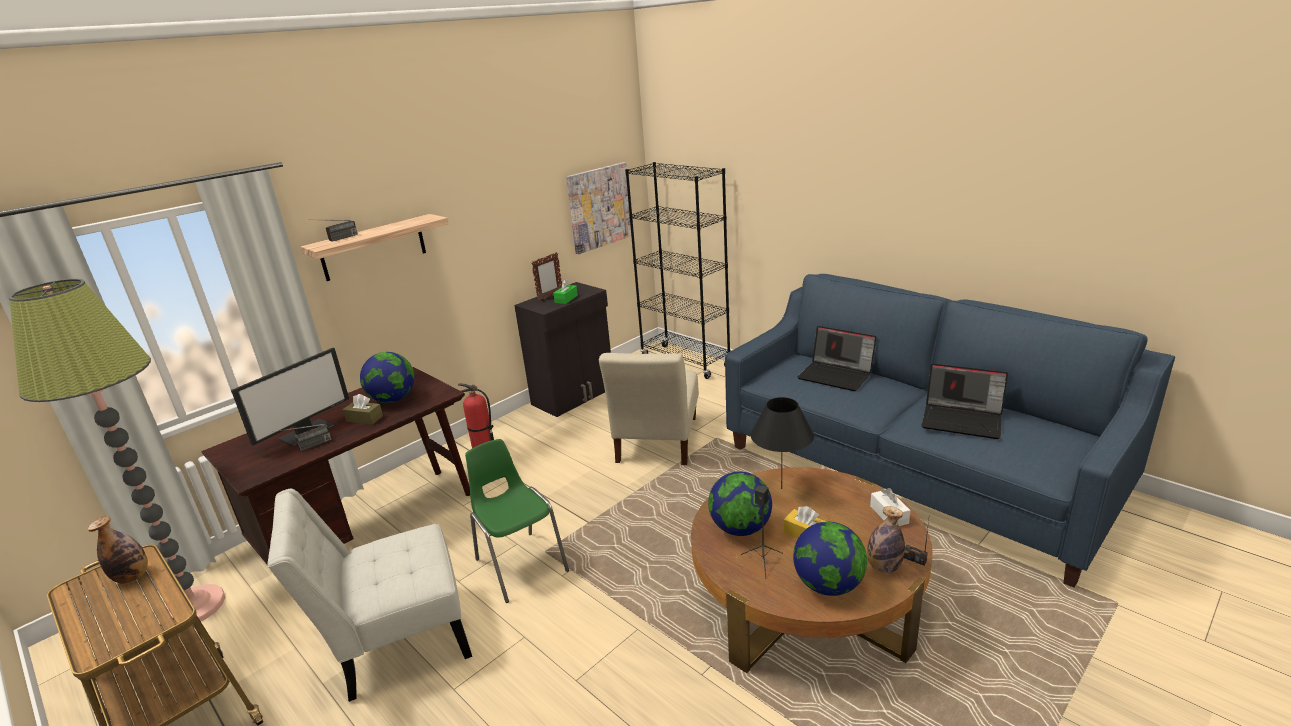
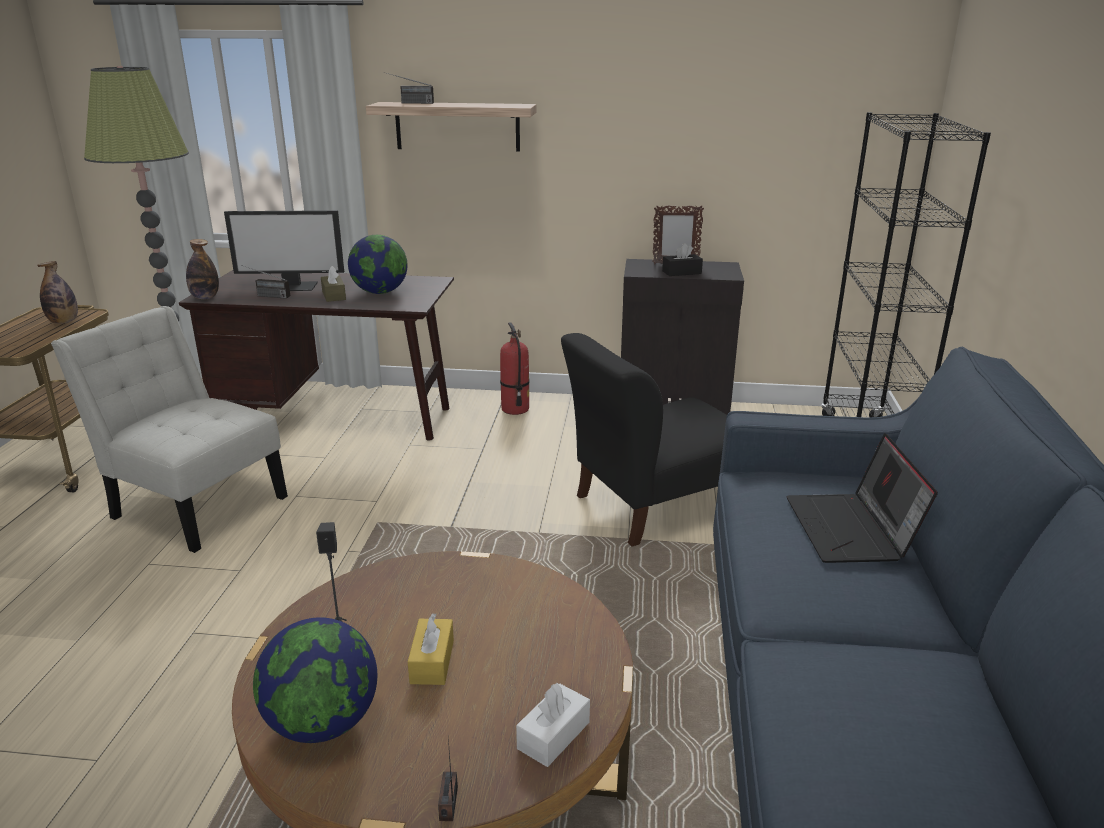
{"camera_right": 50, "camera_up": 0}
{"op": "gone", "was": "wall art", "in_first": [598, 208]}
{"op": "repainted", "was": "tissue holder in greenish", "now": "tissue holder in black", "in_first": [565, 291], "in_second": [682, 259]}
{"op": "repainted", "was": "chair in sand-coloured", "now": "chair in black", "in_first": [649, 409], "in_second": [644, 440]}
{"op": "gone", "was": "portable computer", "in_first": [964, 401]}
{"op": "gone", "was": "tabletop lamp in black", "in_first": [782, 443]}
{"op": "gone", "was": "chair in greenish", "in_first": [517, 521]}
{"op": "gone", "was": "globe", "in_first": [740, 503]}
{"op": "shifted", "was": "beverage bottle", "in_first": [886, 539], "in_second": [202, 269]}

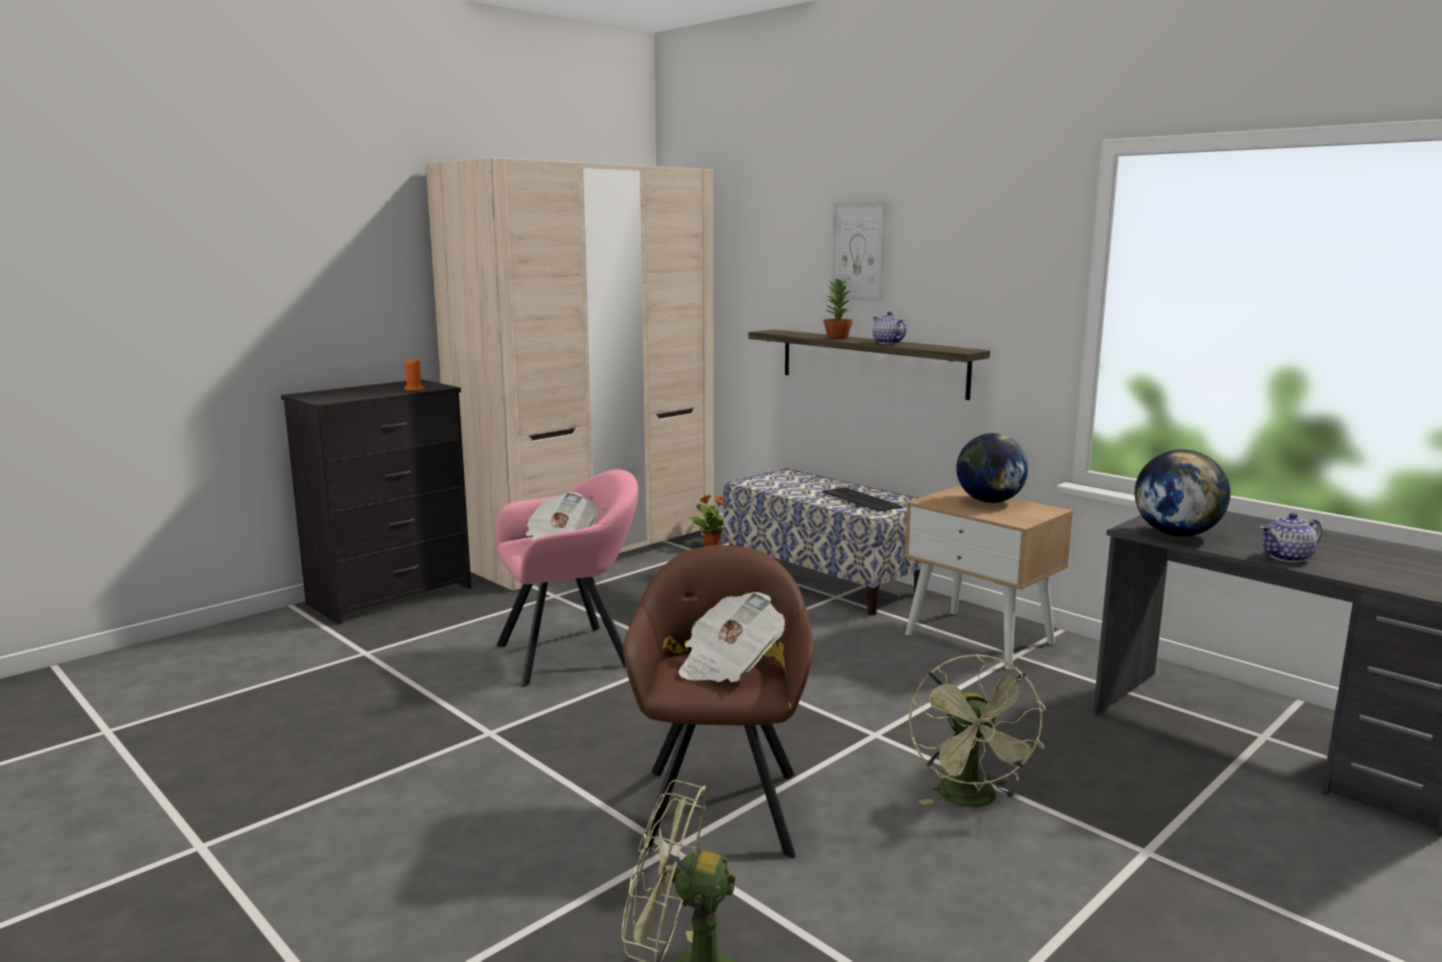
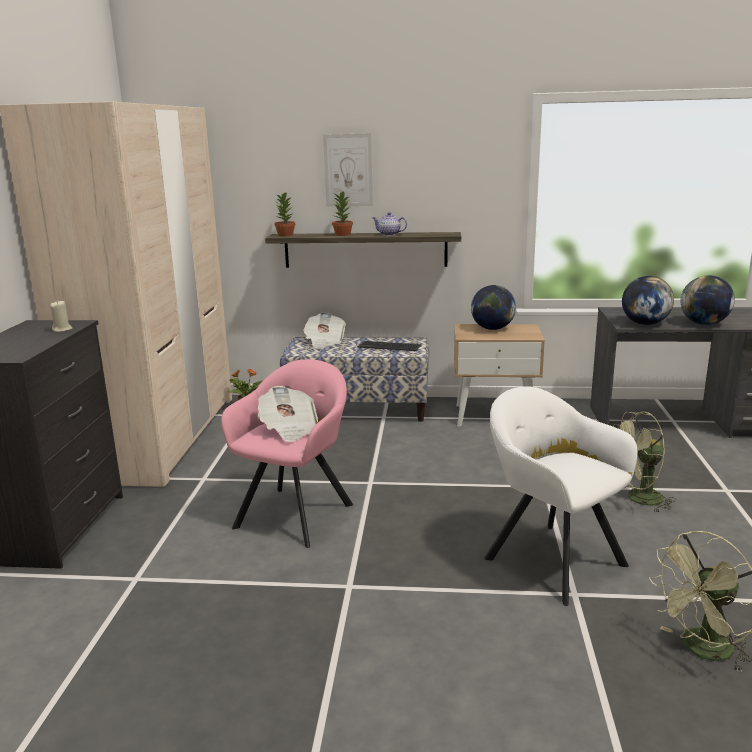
{"camera_right": -40, "camera_up": 5}
{"op": "repainted", "was": "wax light in orangey", "now": "wax light in sand-coloured", "in_first": [414, 374], "in_second": [61, 316]}
{"op": "swapped", "was": "tea pot", "now": "globe", "in_first": [1291, 538], "in_second": [708, 300]}
{"op": "repainted", "was": "easy chair in brownish", "now": "easy chair in white-coloured", "in_first": [718, 701], "in_second": [561, 496]}
{"op": "shifted", "was": "daily paper", "in_first": [731, 637], "in_second": [324, 330]}
{"op": "rotated", "was": "electric fan in greenish", "in_first": [977, 730], "in_second": [644, 462], "clockwise": 120}
{"op": "new", "now": "plant in a pot", "in_second": [284, 214]}

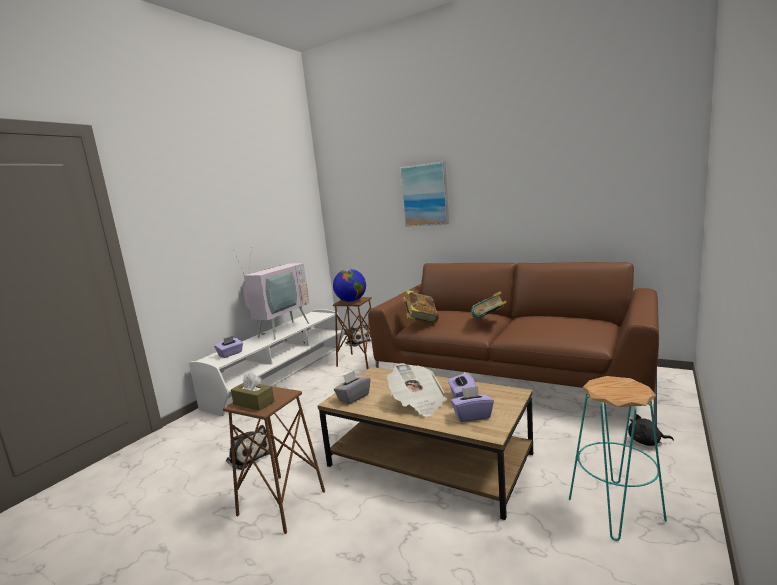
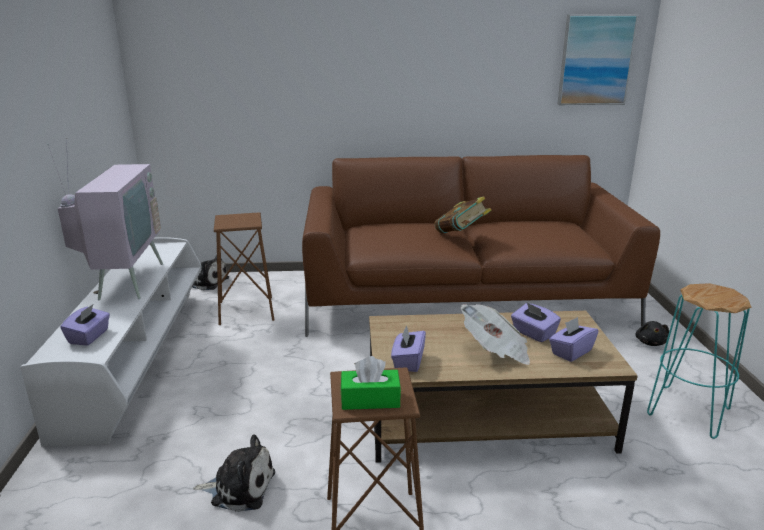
{"camera_right": -35, "camera_up": 10}
{"op": "shifted", "was": "wall art", "in_first": [424, 194], "in_second": [598, 59]}
{"op": "gone", "was": "globe", "in_first": [349, 285]}
{"op": "gone", "was": "bound book", "in_first": [421, 307]}
{"op": "repainted", "was": "tissue holder in grey", "now": "tissue holder in purplish", "in_first": [352, 387], "in_second": [408, 348]}
{"op": "repainted", "was": "tissue holder in brownish", "now": "tissue holder in greenish", "in_first": [252, 391], "in_second": [371, 383]}
{"op": "rotated", "was": "cuddly toy in black", "in_first": [651, 430], "in_second": [652, 333], "clockwise": -60}

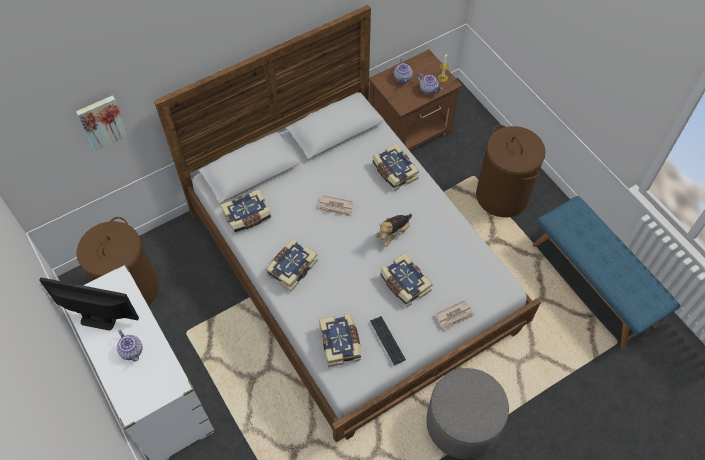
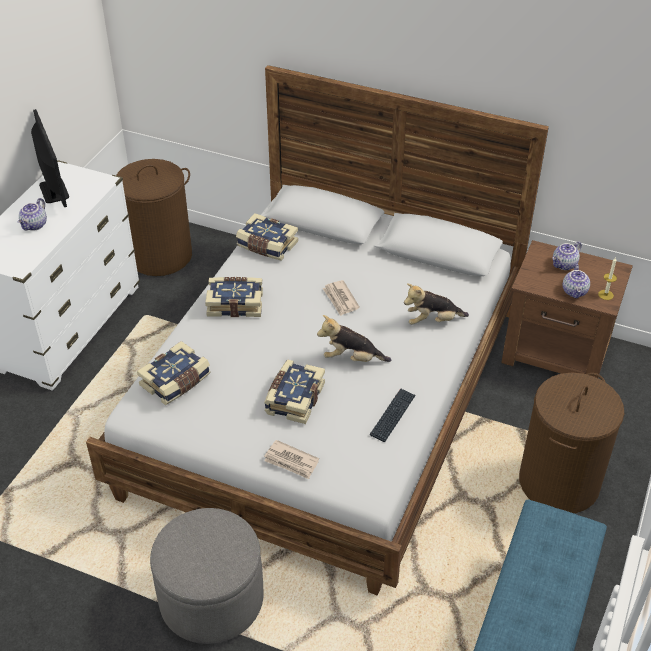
{"camera_right": 55, "camera_up": -15}
{"op": "gone", "was": "wall art", "in_first": [102, 123]}
{"op": "swapped", "was": "bound book", "now": "cuddly toy", "in_first": [395, 167], "in_second": [436, 304]}
{"op": "shifted", "was": "computer keyboard", "in_first": [388, 340], "in_second": [393, 415]}

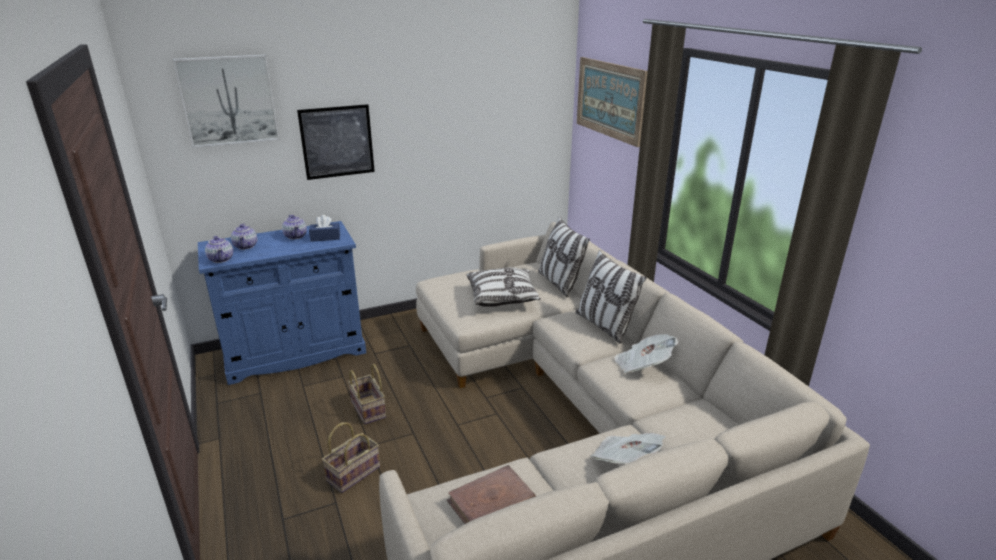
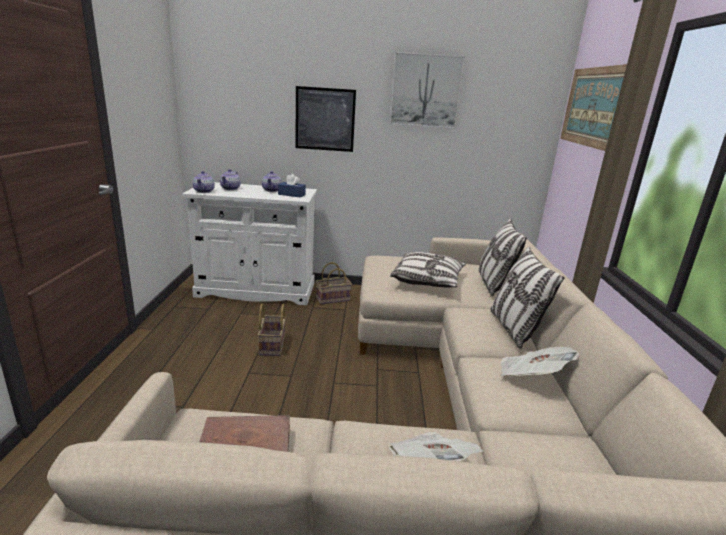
{"camera_right": 25, "camera_up": -5}
{"op": "shifted", "was": "wall art", "in_first": [226, 101], "in_second": [427, 90]}
{"op": "repainted", "was": "storage cabinet in blue-coloured", "now": "storage cabinet in white-coloured", "in_first": [282, 303], "in_second": [249, 243]}
{"op": "shifted", "was": "storage basket", "in_first": [351, 457], "in_second": [334, 283]}

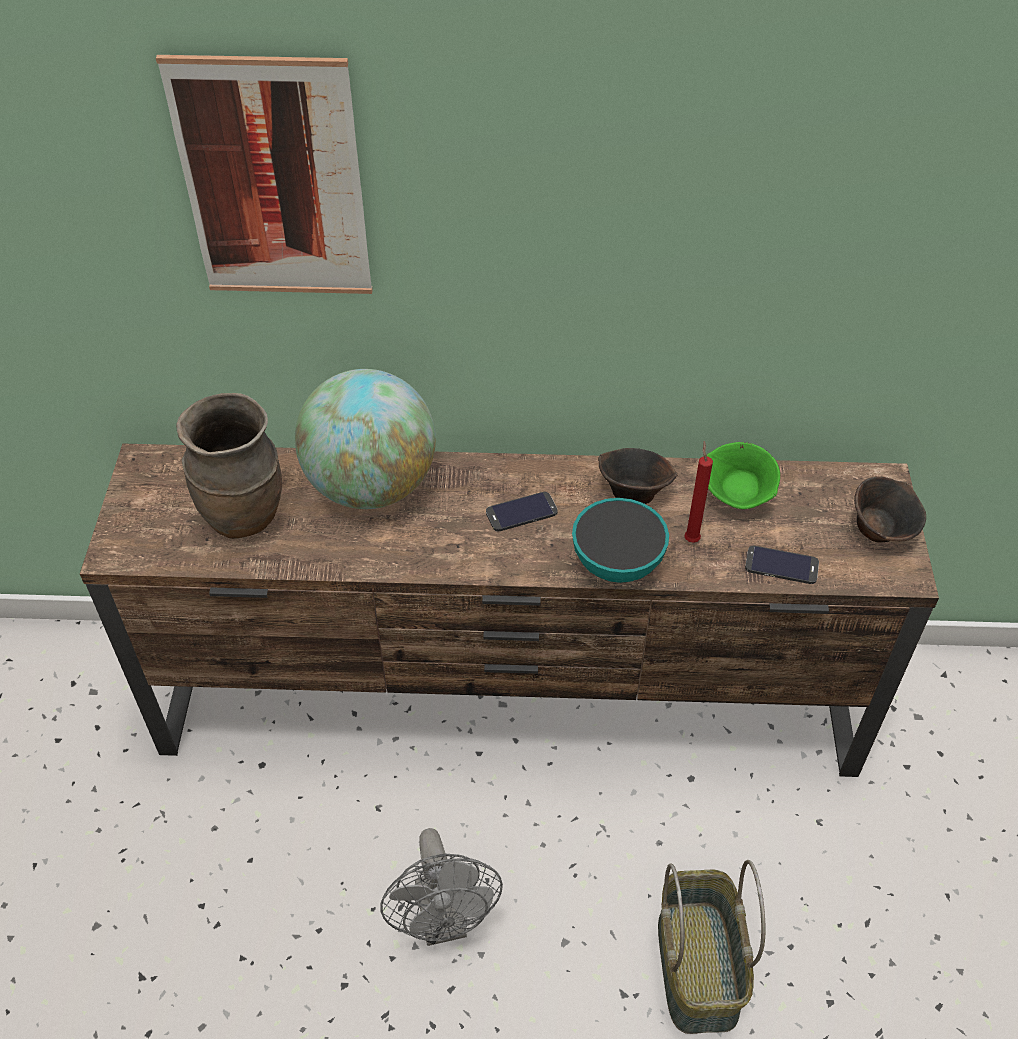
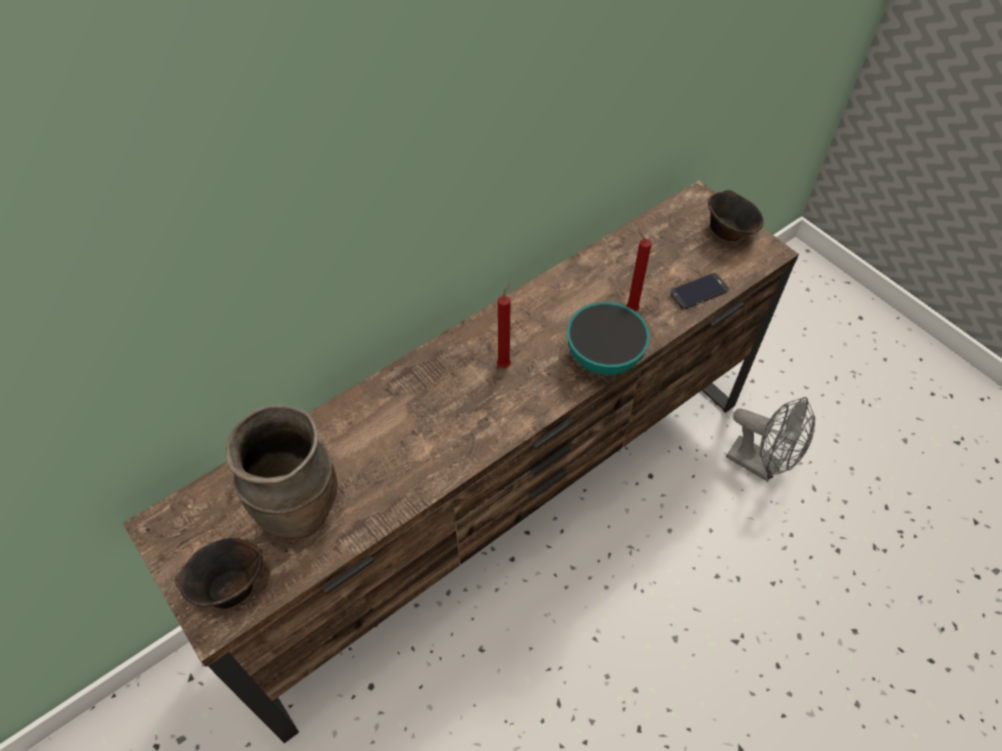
{"camera_right": -40, "camera_up": 5}
{"op": "gone", "was": "wall art", "in_first": [264, 174]}
{"op": "gone", "was": "globe", "in_first": [365, 439]}
{"op": "gone", "was": "serving bowl in greenish", "in_first": [743, 475]}
{"op": "shifted", "was": "serving bowl in brownish", "in_first": [638, 476], "in_second": [219, 573]}
{"op": "swapped", "was": "handset", "now": "wax light in red-coloured", "in_first": [522, 511], "in_second": [504, 325]}
{"op": "shifted", "was": "electric fan in grey", "in_first": [441, 887], "in_second": [770, 439]}
{"op": "gone", "was": "storage basket", "in_first": [711, 947]}

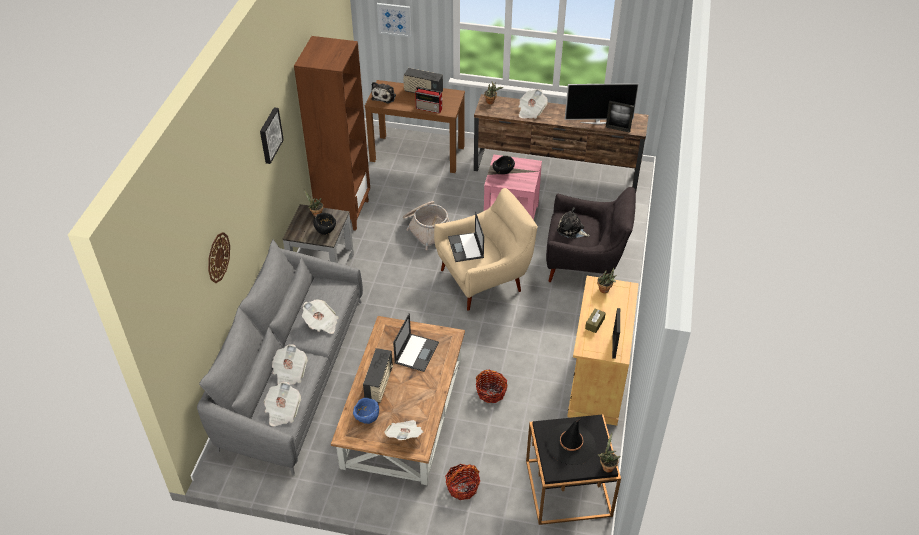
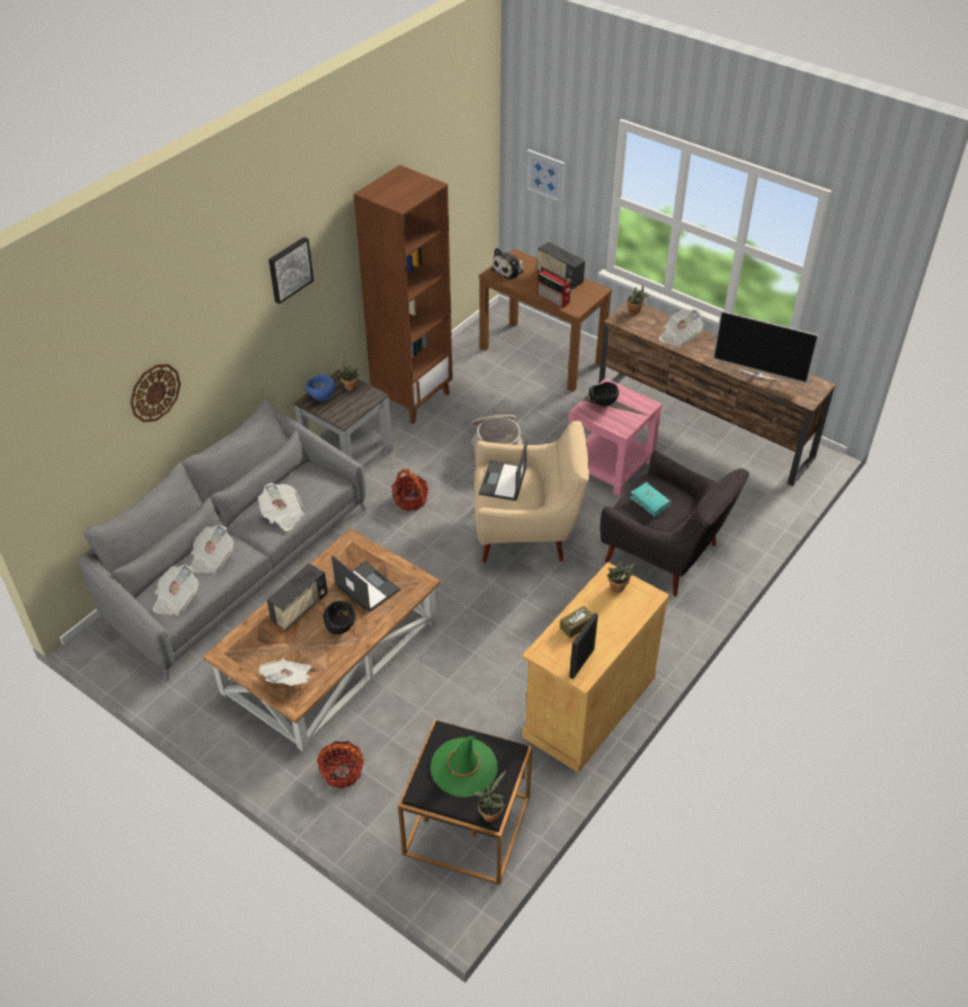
{"camera_right": 25, "camera_up": 0}
{"op": "gone", "was": "picture frame", "in_first": [620, 117]}
{"op": "swapped", "was": "cuddly toy", "now": "bound book in turquoise-coloured", "in_first": [573, 223], "in_second": [650, 499]}
{"op": "shifted", "was": "serving bowl in black", "in_first": [324, 224], "in_second": [339, 618]}
{"op": "rotated", "was": "portable computer", "in_first": [416, 342], "in_second": [365, 584], "clockwise": -90}
{"op": "shifted", "was": "storage basket", "in_first": [491, 386], "in_second": [409, 490]}
{"op": "shifted", "was": "serving bowl in blue-coloured", "in_first": [366, 411], "in_second": [320, 387]}
{"op": "repainted", "was": "wearable hat in black", "now": "wearable hat in greenish", "in_first": [571, 441], "in_second": [464, 767]}

